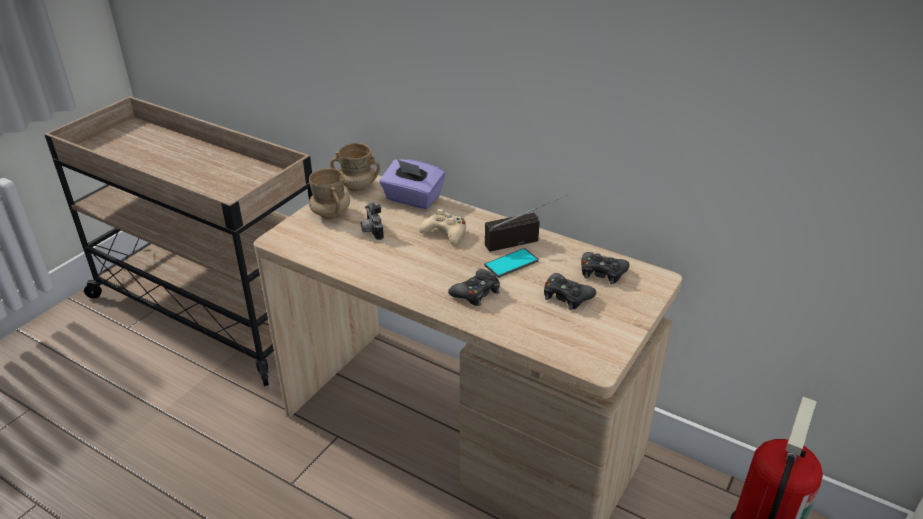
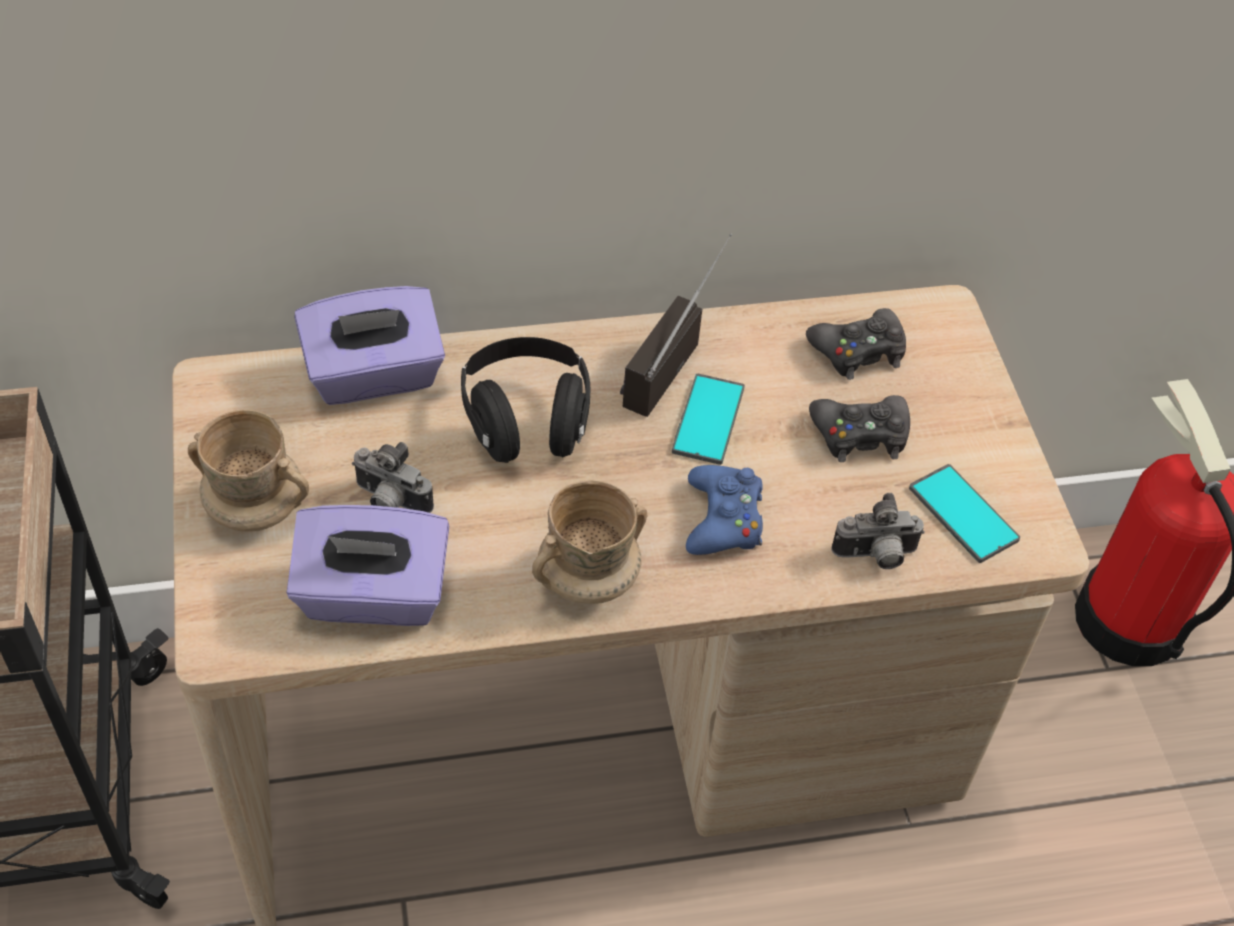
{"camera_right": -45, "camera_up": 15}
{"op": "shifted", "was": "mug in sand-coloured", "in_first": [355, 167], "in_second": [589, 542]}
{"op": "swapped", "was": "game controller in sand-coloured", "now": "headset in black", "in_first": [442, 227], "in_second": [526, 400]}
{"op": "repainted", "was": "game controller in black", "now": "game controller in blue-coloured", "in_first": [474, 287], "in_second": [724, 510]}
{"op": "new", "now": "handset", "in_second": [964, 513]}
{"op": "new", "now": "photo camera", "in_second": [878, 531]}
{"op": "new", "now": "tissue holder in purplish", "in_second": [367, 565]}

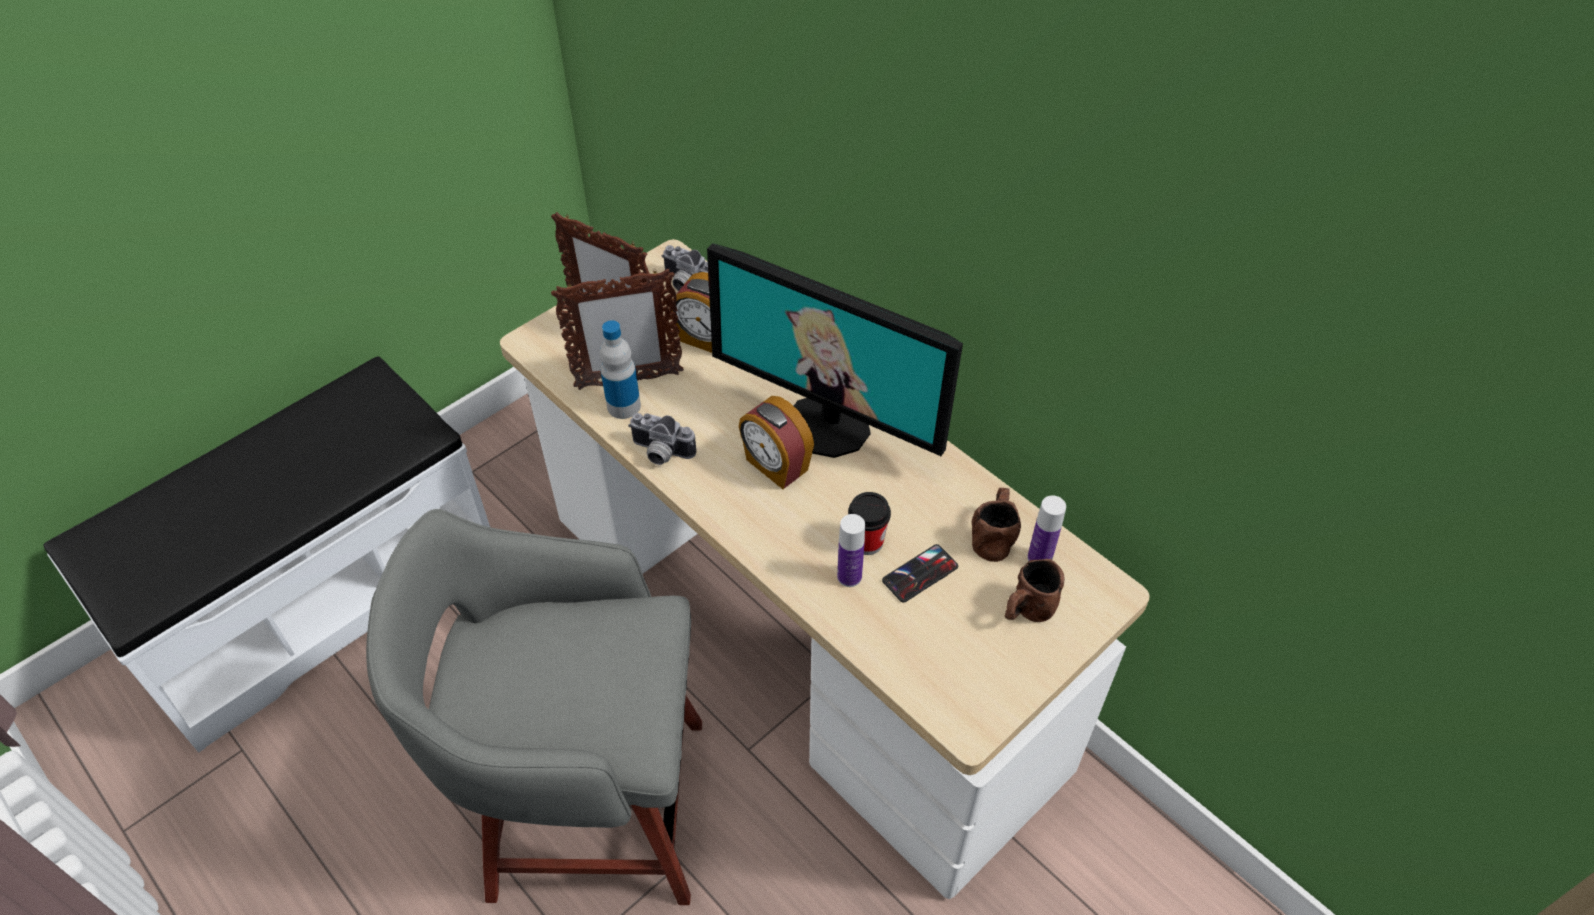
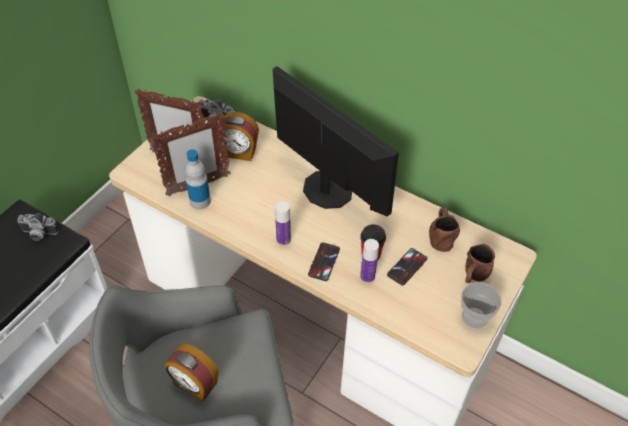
{"camera_right": -15, "camera_up": 0}
{"op": "rotated", "was": "computer screen", "in_first": [835, 350], "in_second": [336, 141], "clockwise": -150}
{"op": "shifted", "was": "bedside clock", "in_first": [776, 442], "in_second": [192, 372]}
{"op": "shifted", "was": "photo camera", "in_first": [662, 439], "in_second": [38, 227]}
{"op": "shifted", "was": "beverage bottle", "in_first": [1046, 528], "in_second": [283, 223]}
{"op": "new", "now": "handset", "in_second": [324, 261]}
{"op": "new", "now": "small cup", "in_second": [481, 305]}

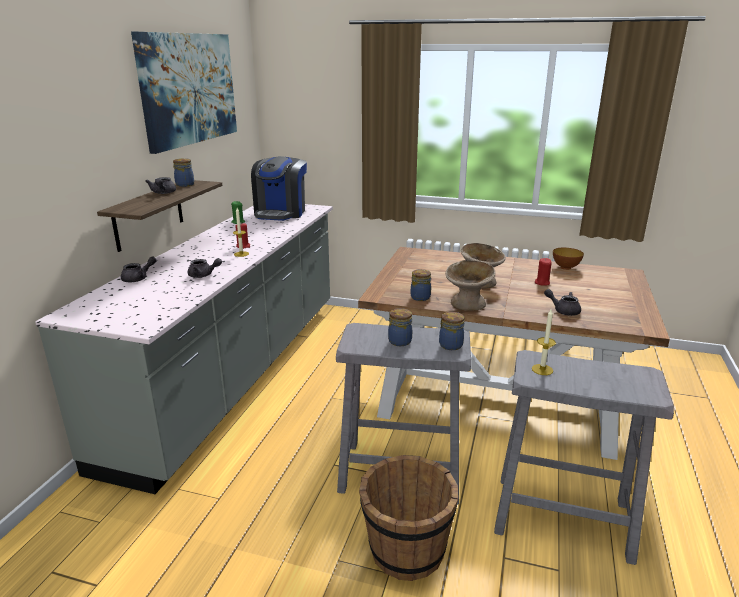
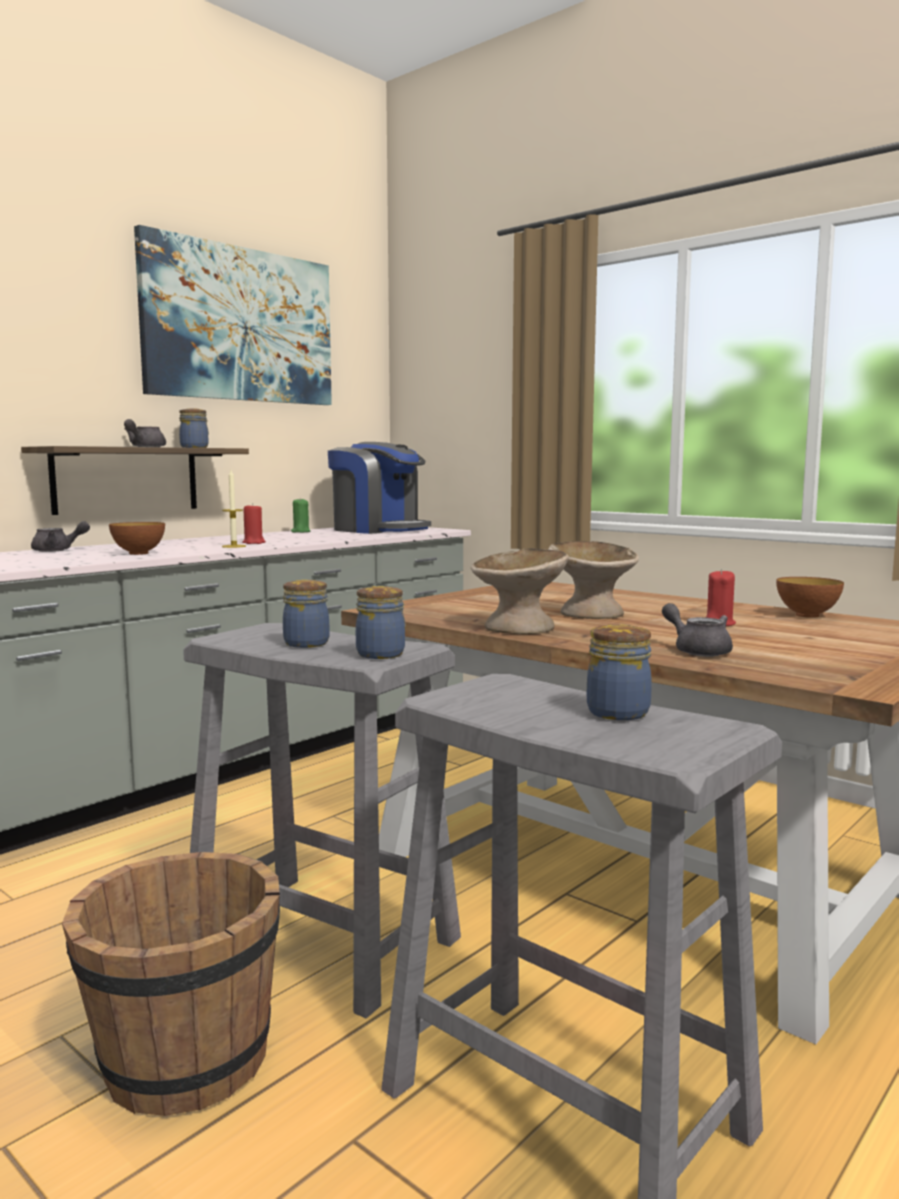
{"camera_right": 25, "camera_up": -15}
{"op": "rotated", "was": "coffee brewer", "in_first": [279, 188], "in_second": [379, 488], "clockwise": -90}
{"op": "swapped", "was": "tea pot in grey", "now": "serving bowl", "in_first": [205, 268], "in_second": [137, 538]}
{"op": "shifted", "was": "preserve jar", "in_first": [421, 285], "in_second": [619, 672]}
{"op": "gone", "was": "wax light", "in_first": [544, 342]}

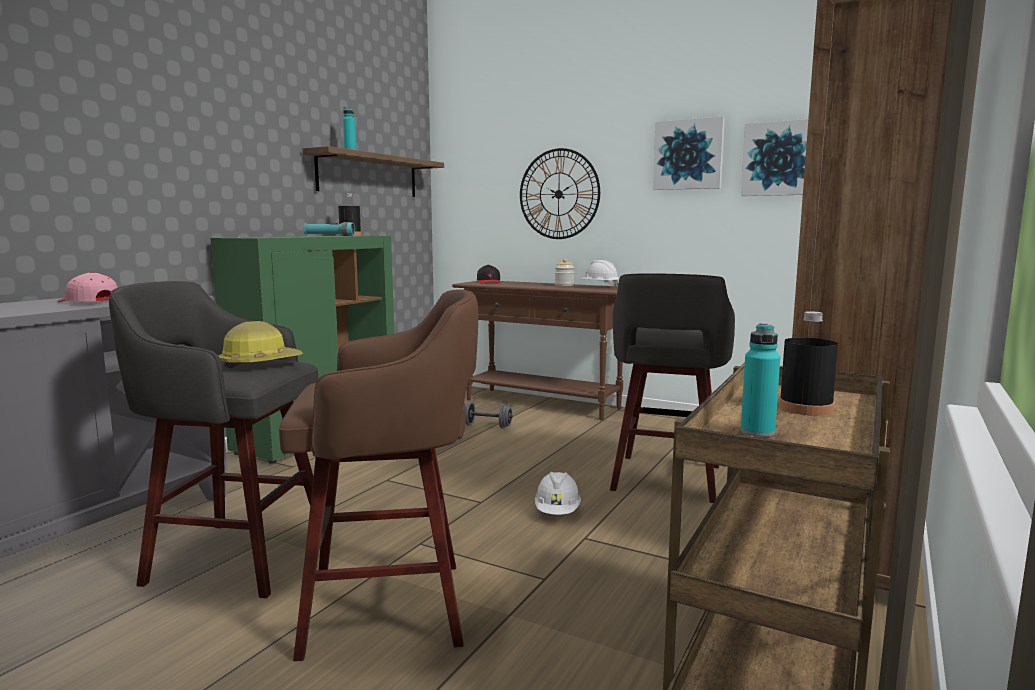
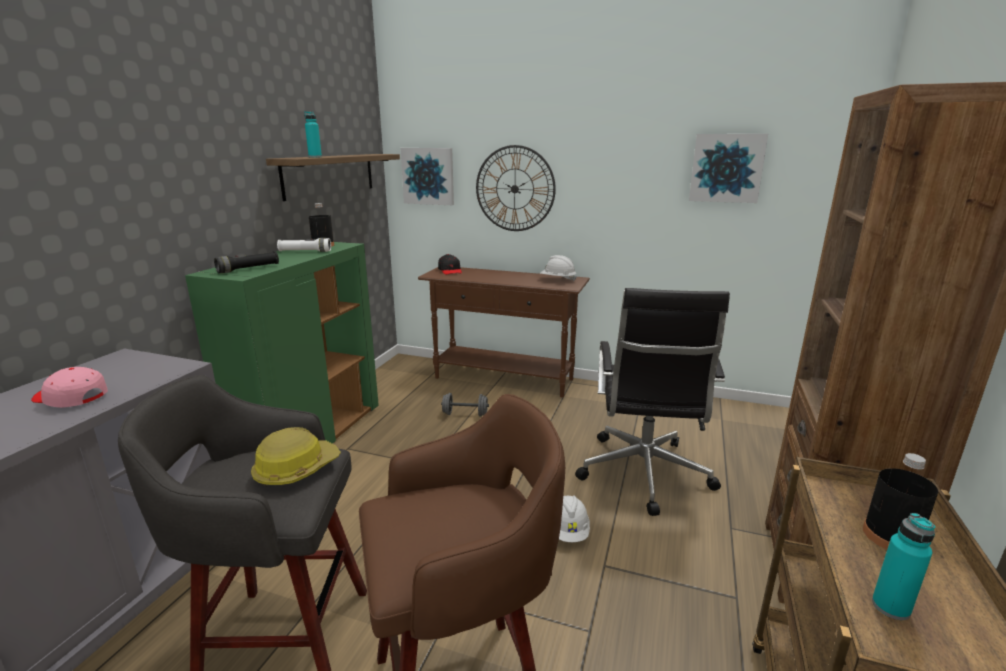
{"camera_right": -10, "camera_up": 10}
{"op": "shifted", "was": "wall art", "in_first": [689, 153], "in_second": [427, 176]}
{"op": "repainted", "was": "flashlight in turquoise-coloured", "now": "flashlight in white-coloured", "in_first": [329, 229], "in_second": [304, 245]}
{"op": "gone", "was": "preserve jar", "in_first": [564, 272]}
{"op": "swapped", "was": "sitting stool in grey", "now": "office chair in black", "in_first": [672, 388], "in_second": [652, 402]}
{"op": "new", "now": "flashlight in black", "in_second": [246, 262]}

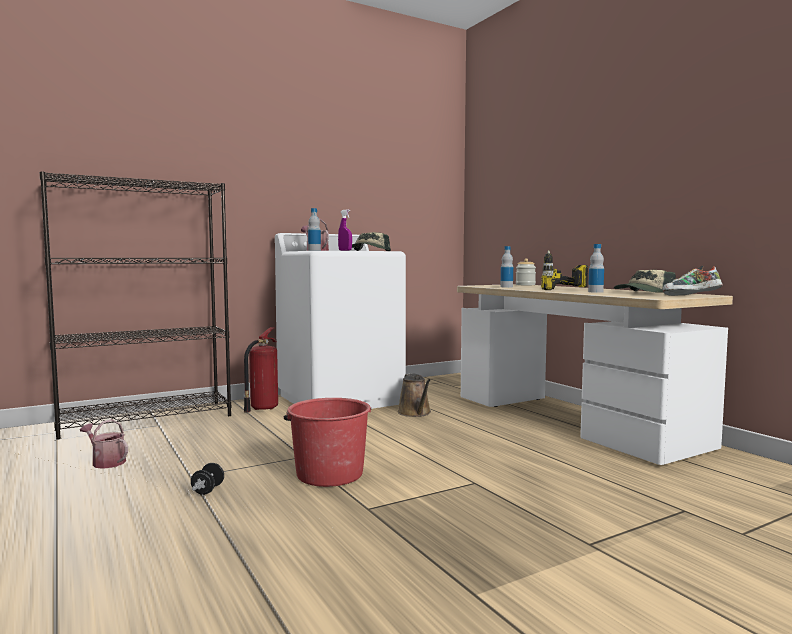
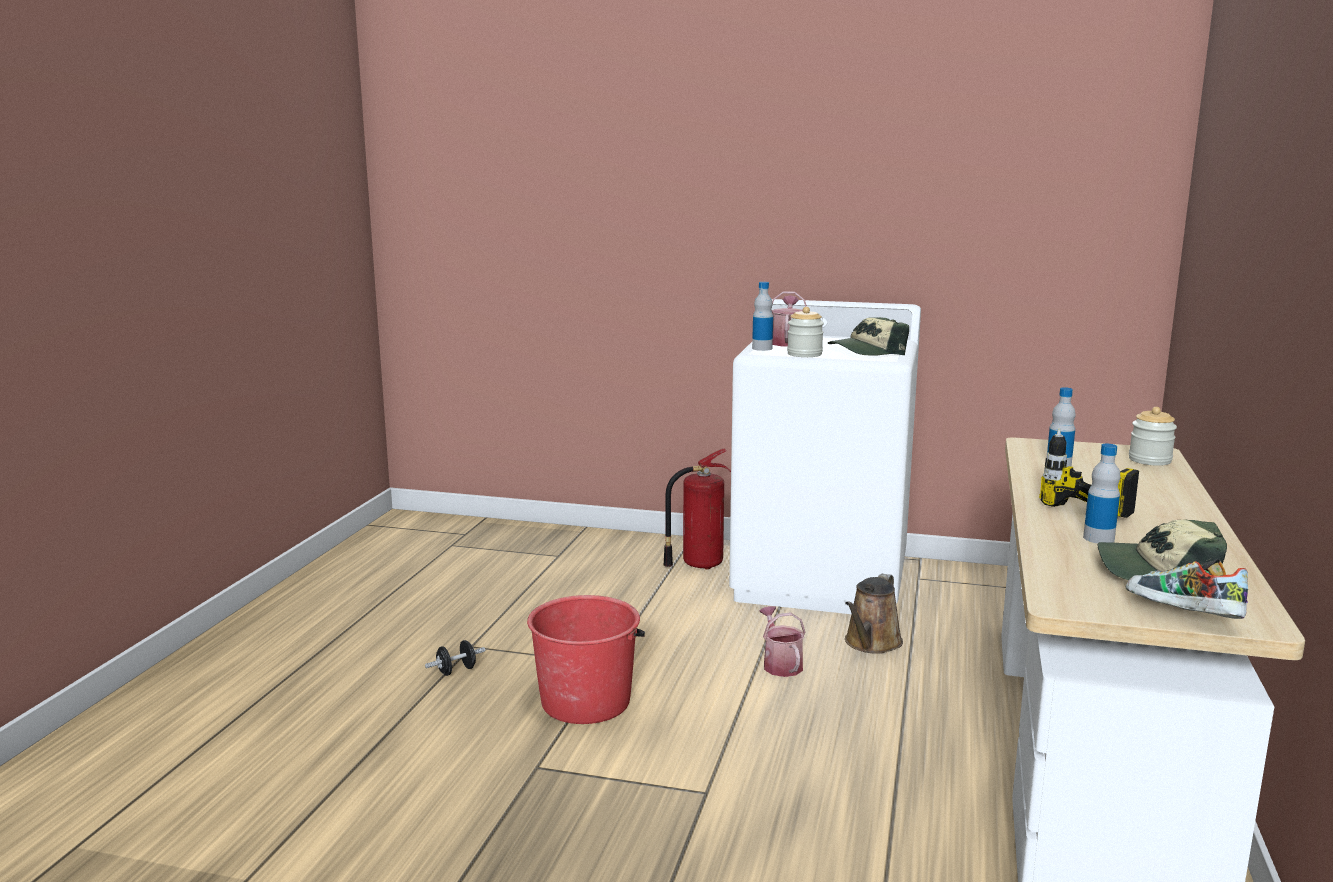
{"camera_right": 45, "camera_up": 10}
{"op": "gone", "was": "shelving unit in black", "in_first": [135, 305]}
{"op": "swapped", "was": "sprayer in purplish", "now": "preserve jar", "in_first": [345, 230], "in_second": [805, 332]}
{"op": "shifted", "was": "watering can", "in_first": [104, 444], "in_second": [782, 641]}

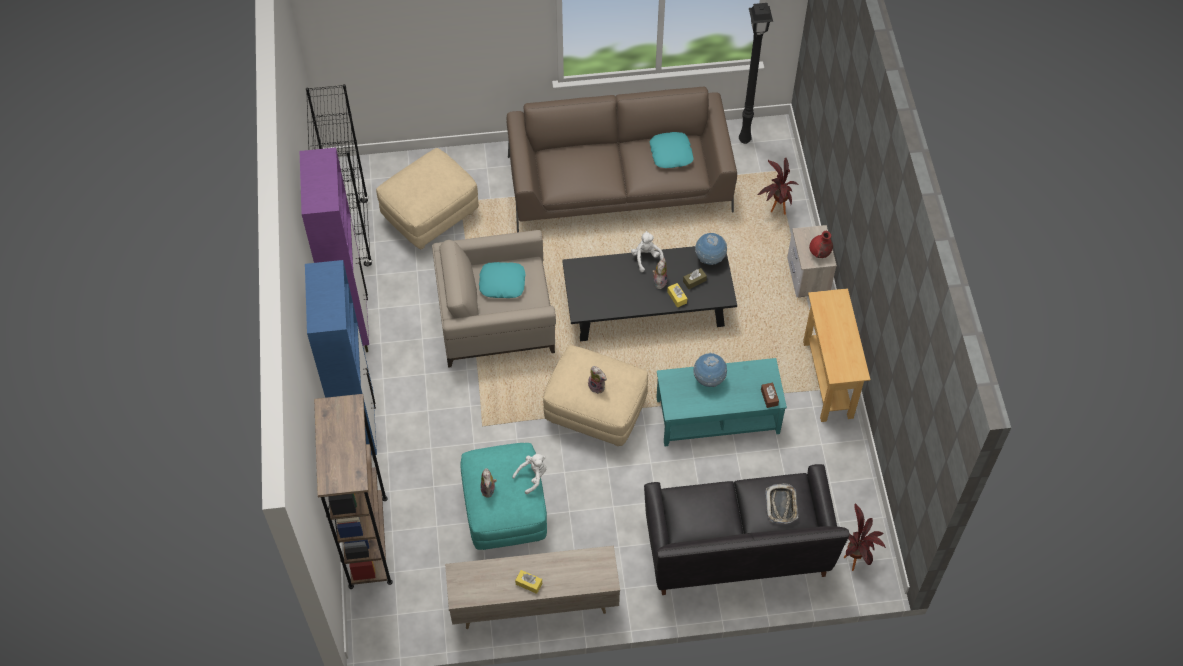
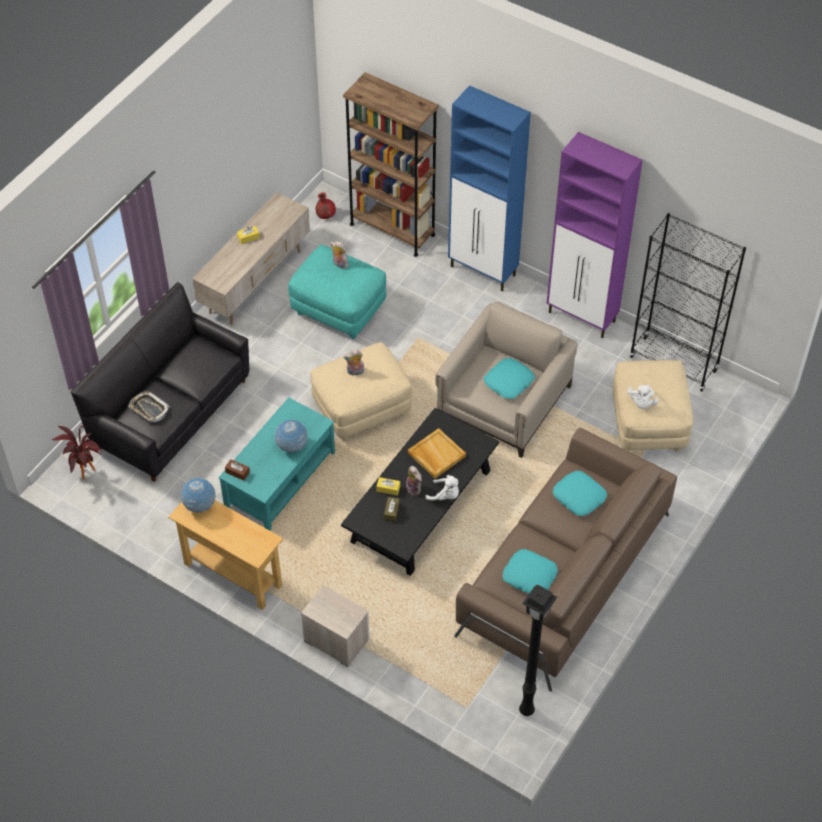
{"camera_right": 130, "camera_up": -5}
{"op": "gone", "was": "plant in a pot", "in_first": [778, 186]}
{"op": "shifted", "was": "vase in red-coloured", "in_first": [821, 244], "in_second": [325, 205]}
{"op": "shifted", "was": "globe", "in_first": [711, 249], "in_second": [198, 495]}
{"op": "shifted", "was": "cuddly toy in white-coloured", "in_first": [529, 474], "in_second": [643, 397]}
{"op": "new", "now": "carrying tray in sand-coloured", "in_second": [437, 453]}
{"op": "new", "now": "throw pillow in turquoise-coloured", "in_second": [580, 493]}

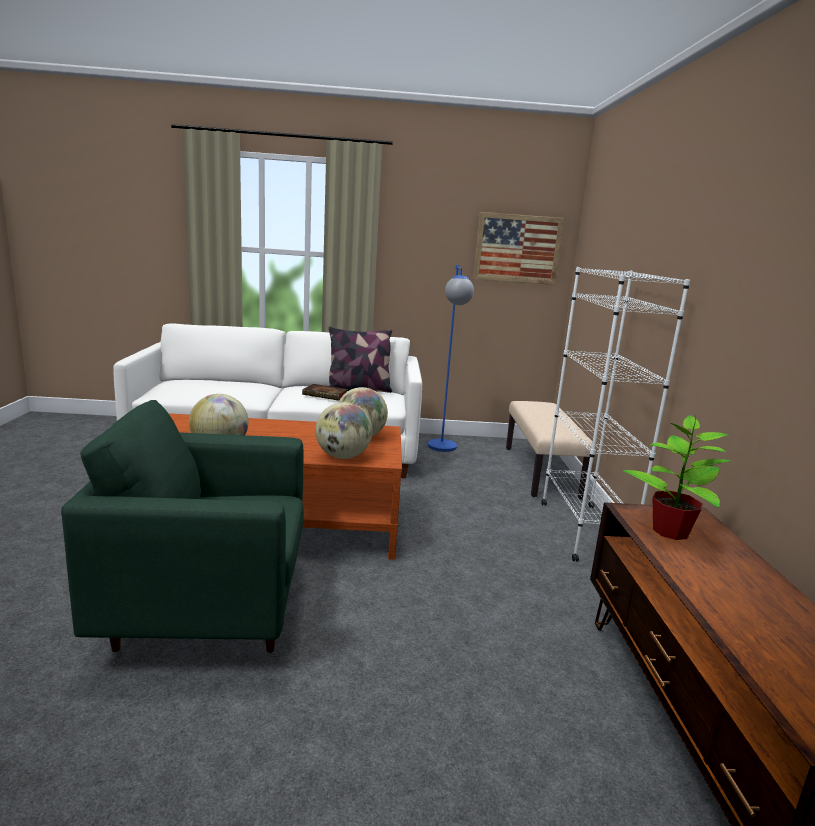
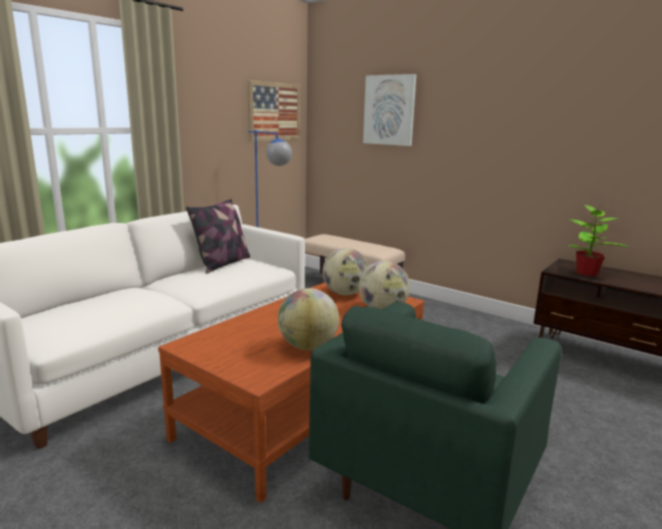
{"camera_right": -50, "camera_up": 0}
{"op": "gone", "was": "shelving unit in white-coloured", "in_first": [615, 414]}
{"op": "gone", "was": "bound book", "in_first": [325, 392]}
{"op": "new", "now": "wall art", "in_second": [389, 110]}

